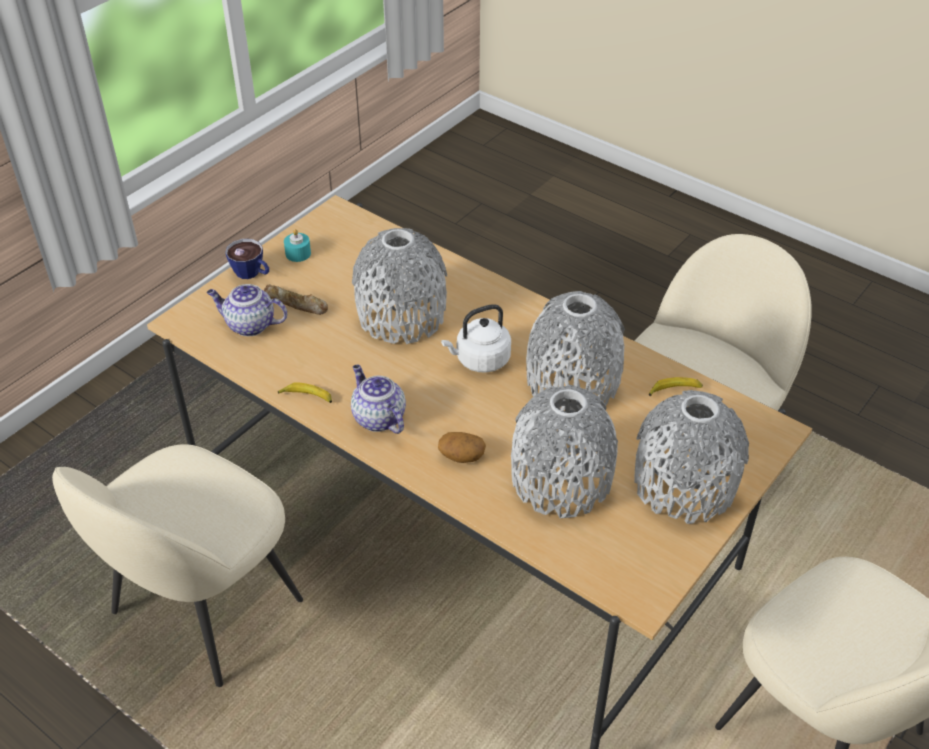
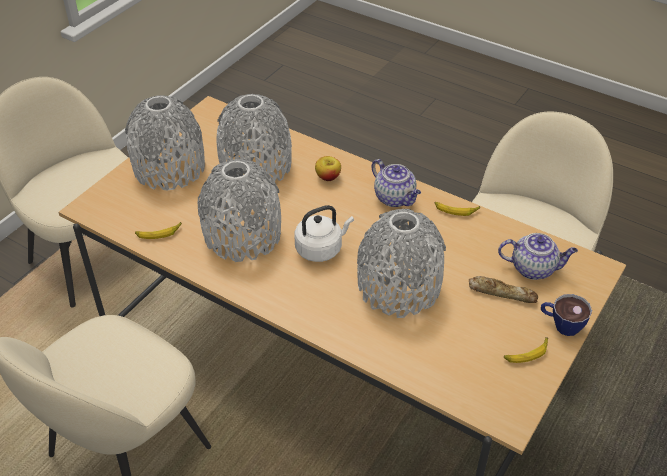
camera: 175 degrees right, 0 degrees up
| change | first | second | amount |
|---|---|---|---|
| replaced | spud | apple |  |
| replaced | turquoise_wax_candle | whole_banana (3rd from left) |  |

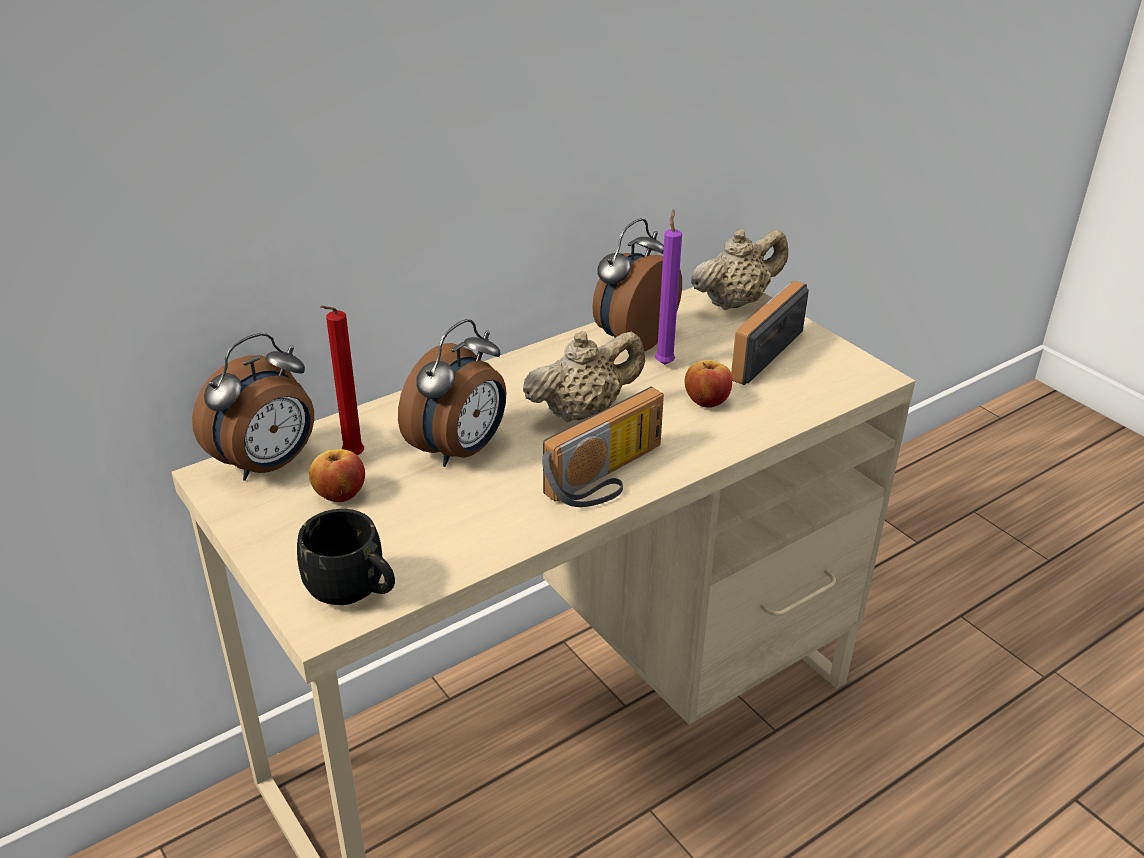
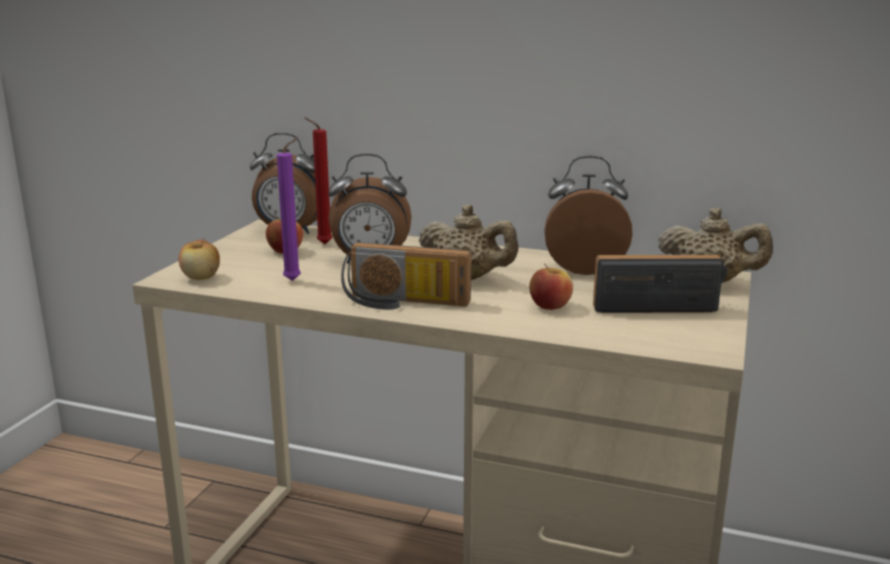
camera: 55 degrees right, 15 degrees down
| change | first | second | amount |
|---|---|---|---|
| replaced | black_coffee_mug | apple (1st from left) |  |
| moved | purple-coloured_wax_candle |  |  |

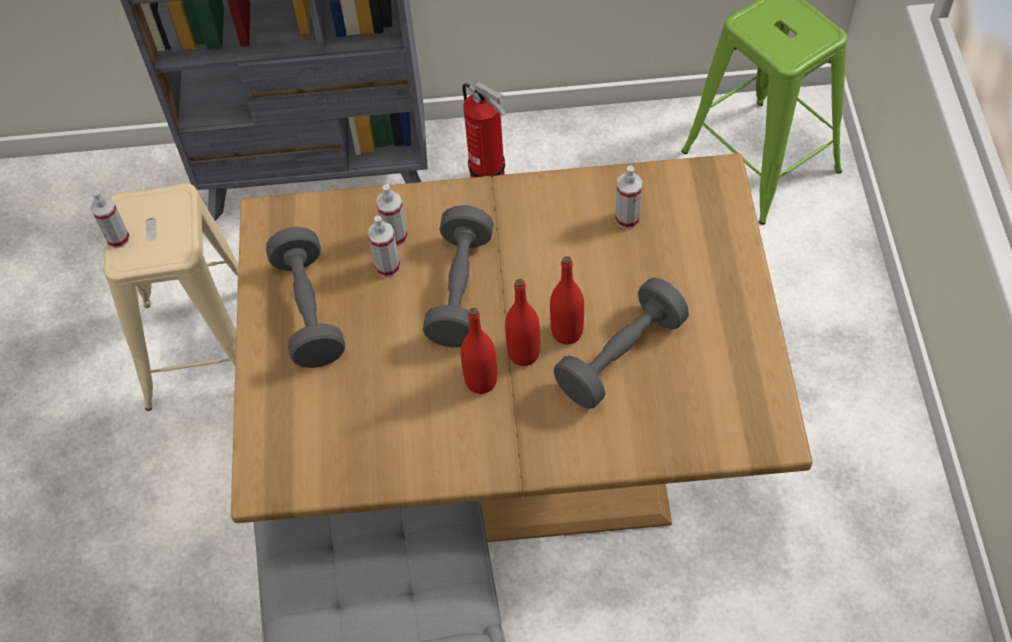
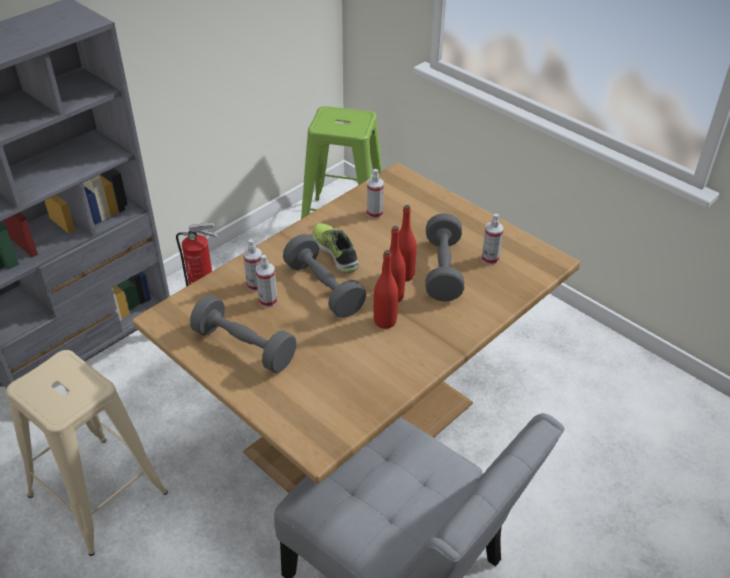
camera: 45 degrees left, 15 degrees down
| change | first | second | amount |
|---|---|---|---|
| added |  | low_shoe |  |
| moved | sprayer (1st from left in the first image) | sprayer (4th from left) |  |

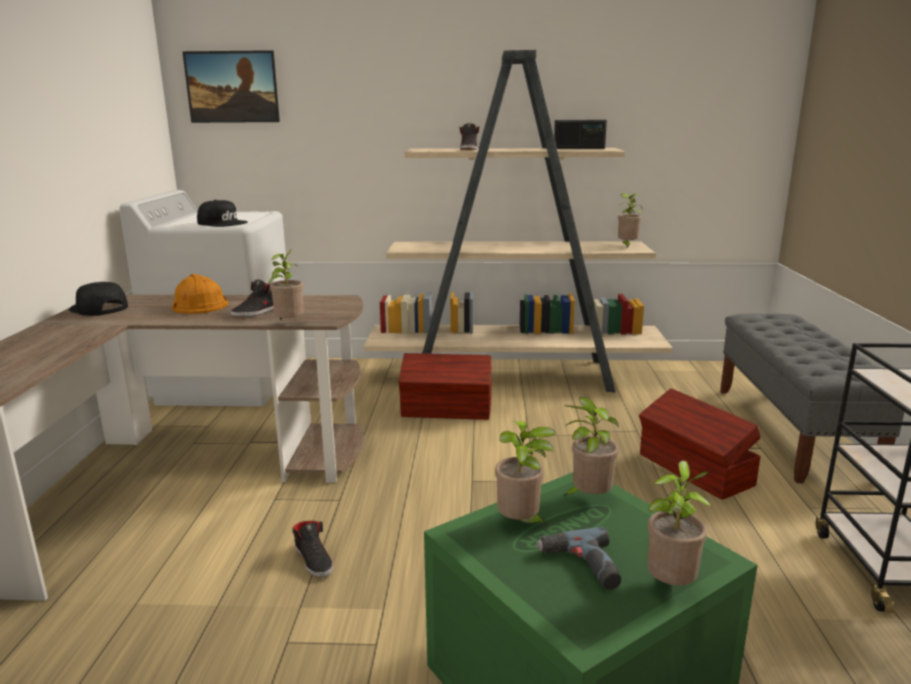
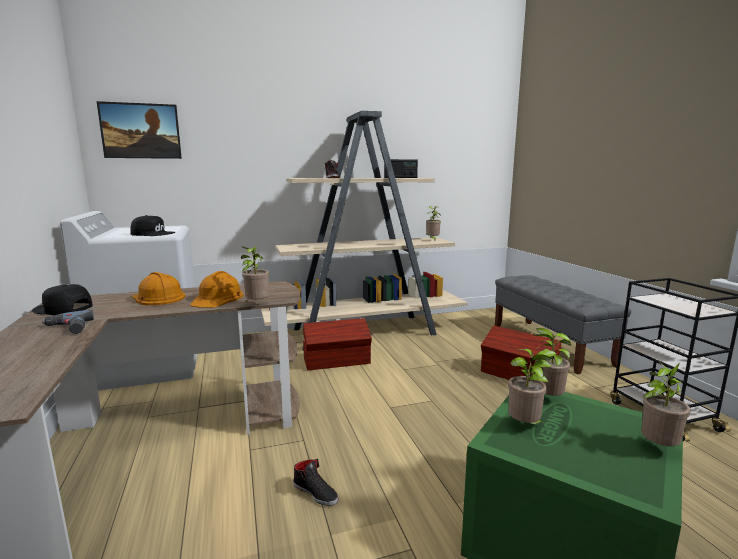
camera: 20 degrees left, 5 degrees down
| change | first | second | amount |
|---|---|---|---|
| moved | drill |  |  |
| replaced | black_low_shoe (1st from left) | orange-coloured_safety_helmet (2nd from left) |  |

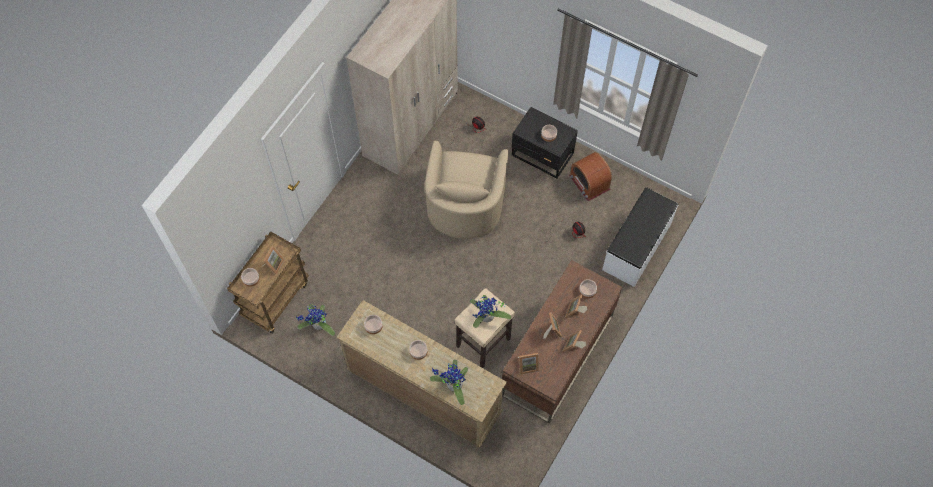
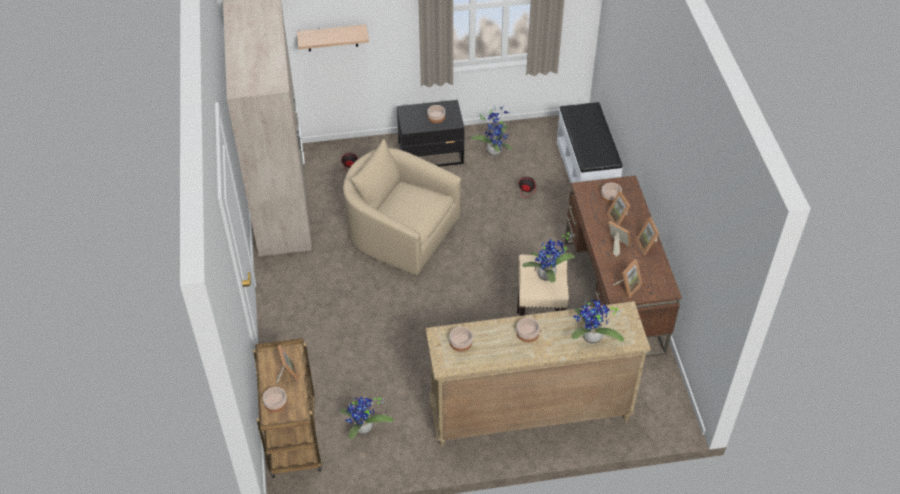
camera: 40 degrees left, 15 degrees down
| change | first | second | amount |
|---|---|---|---|
| added |  | shelf |  |
| turned | beige-coloured_lounge_chair |  | 150 degrees clockwise |
| replaced | radio | plant_in_a_pot (2nd from left) |  |

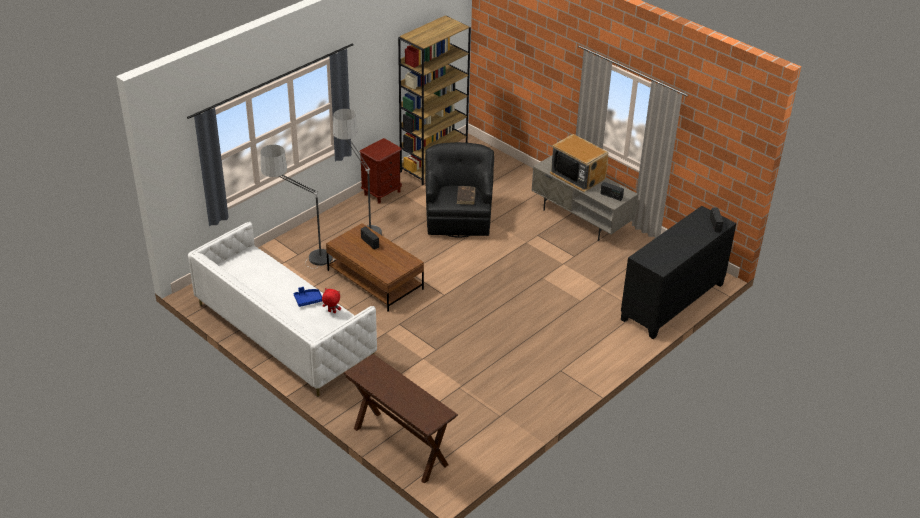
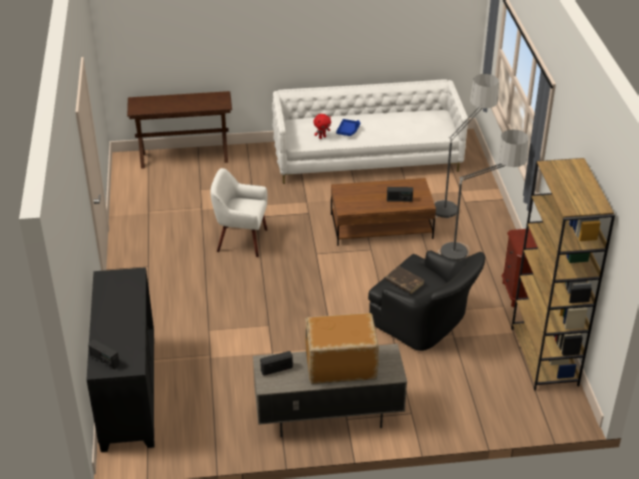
camera: 130 degrees right, 0 degrees up
| change | first | second | amount |
|---|---|---|---|
| added |  | white_lounge_chair |  |

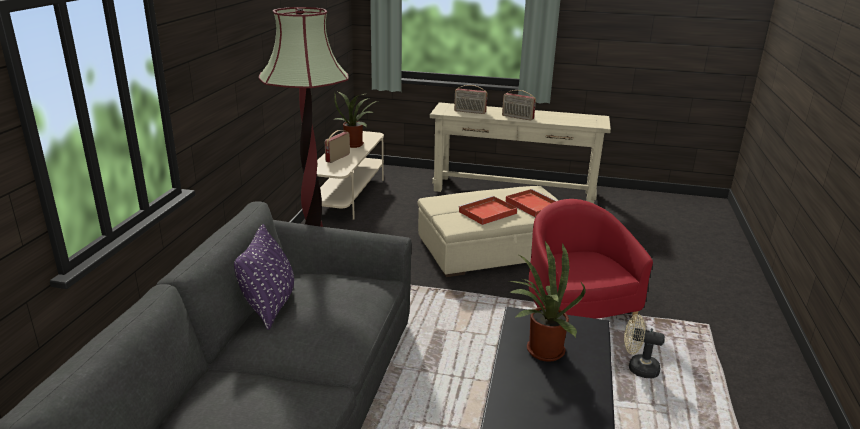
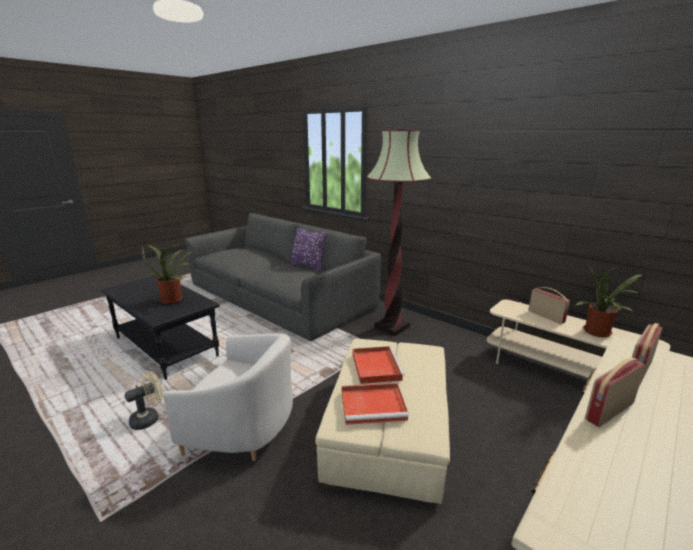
camera: 120 degrees right, 5 degrees down
| change | first | second | amount |
|---|---|---|---|
| recoloured | red_lounge_chair | white_lounge_chair |  |

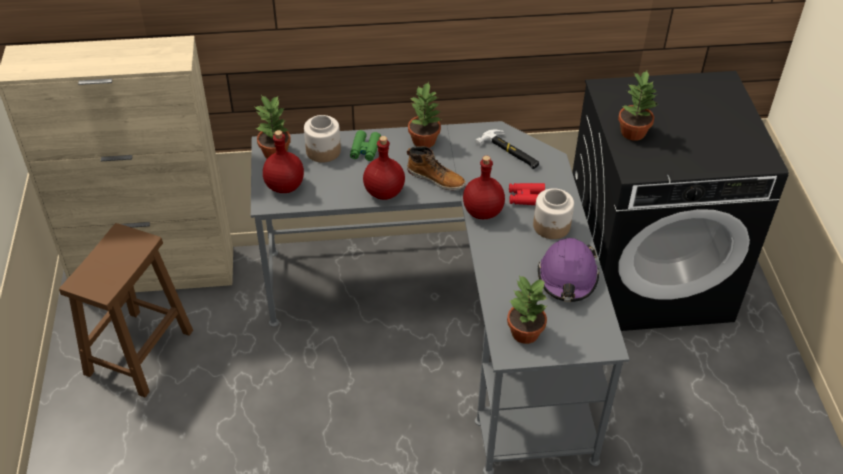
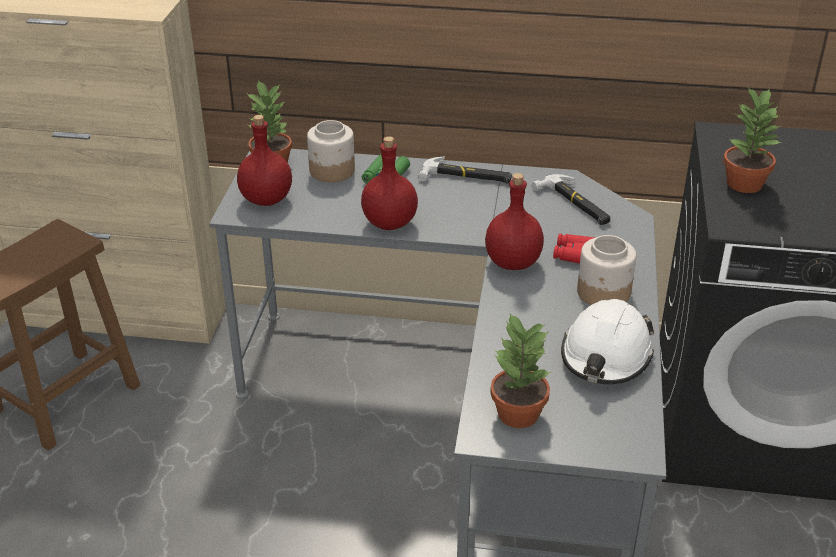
camera: 15 degrees right, 10 degrees down
| change | first | second | amount |
|---|---|---|---|
| replaced | plant_in_a_pot (2nd from left) | tool_hammer (1st from left) |  |
| recoloured | purple-coloured_safety_helmet | white_safety_helmet |  |
| removed | boot |  |  |

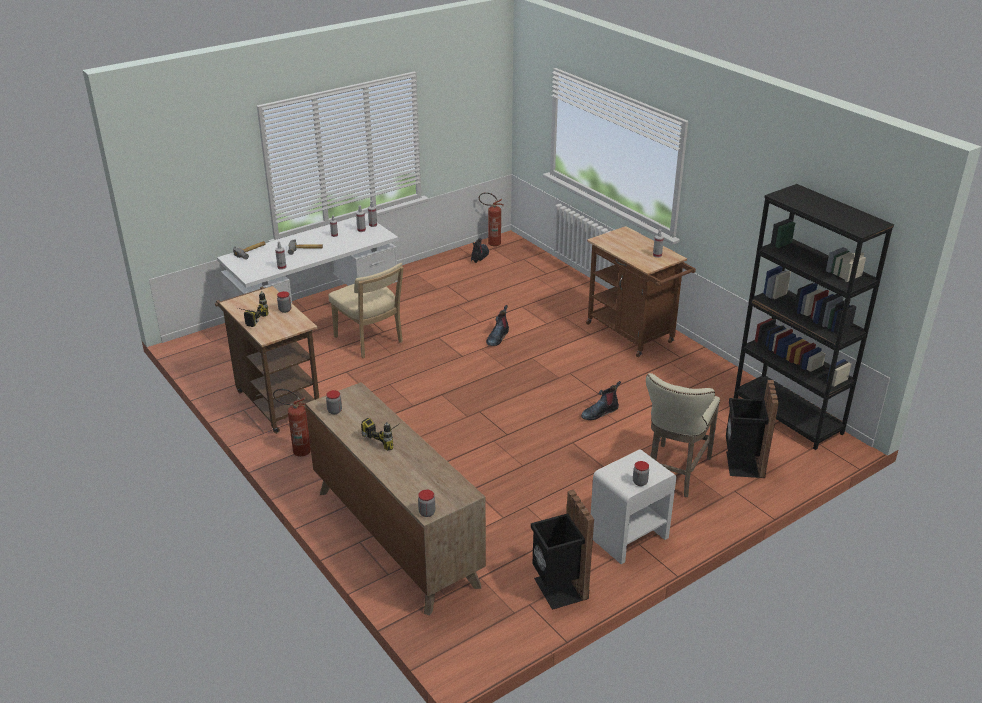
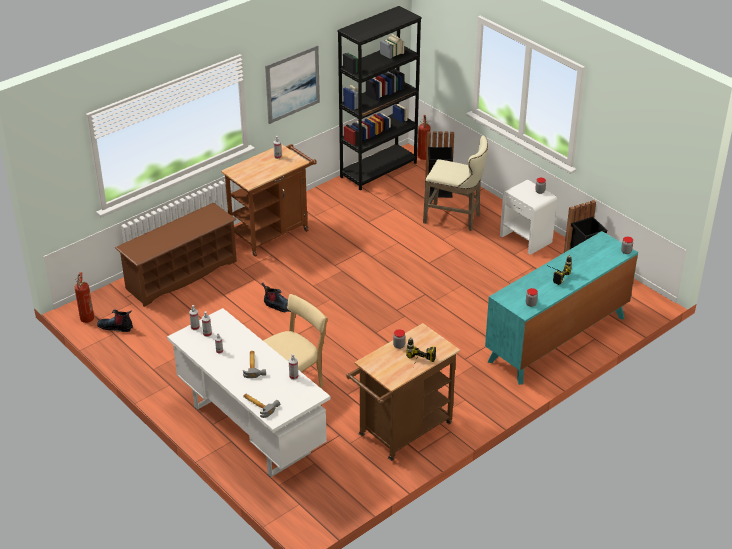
camera: 95 degrees left, 5 degrees up
| change | first | second | amount |
|---|---|---|---|
| added |  | brown-coloured_shoe_rack |  |
| added |  | picture |  |
| moved | fire_extinguisher (1st from left in the first image) | fire_extinguisher (2nd from left) |  |
| recoloured | brown-coloured_drawer_chest | turquoise_drawer_chest |  |
| removed | boot (3rd from left) |  |  |

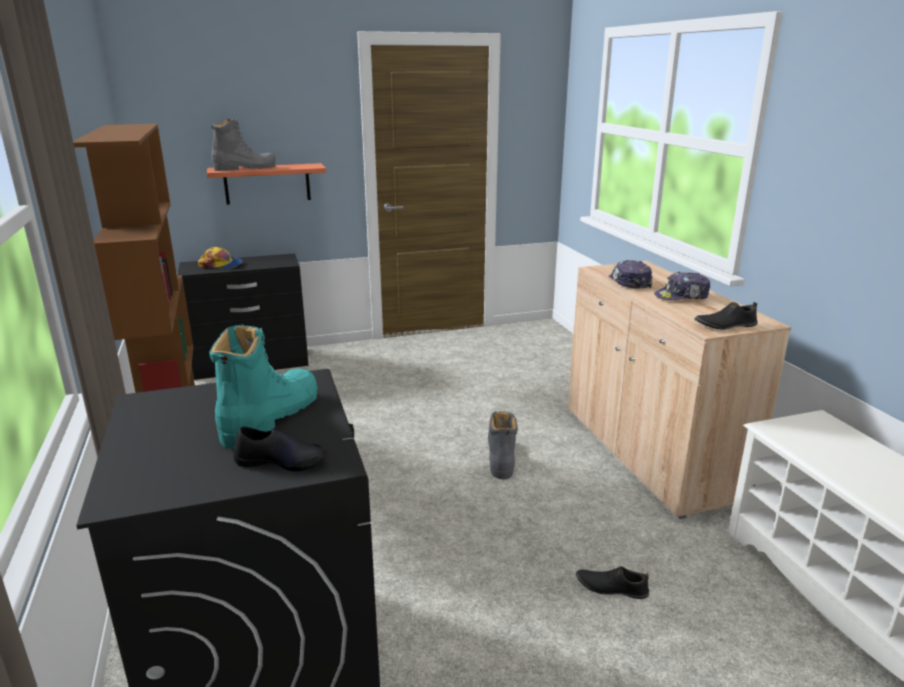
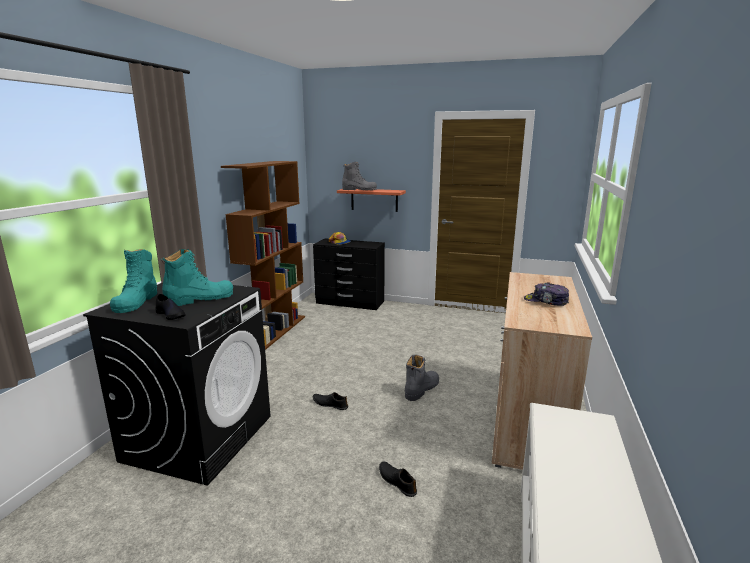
camera: 35 degrees right, 5 degrees down
| change | first | second | amount |
|---|---|---|---|
| added |  | turquoise_boot (1st from left) |  |
| moved | black_low_shoe (3rd from left in the first image) | black_low_shoe (2nd from left) |  |
| removed | baseball_cap (2nd from left) |  |  |

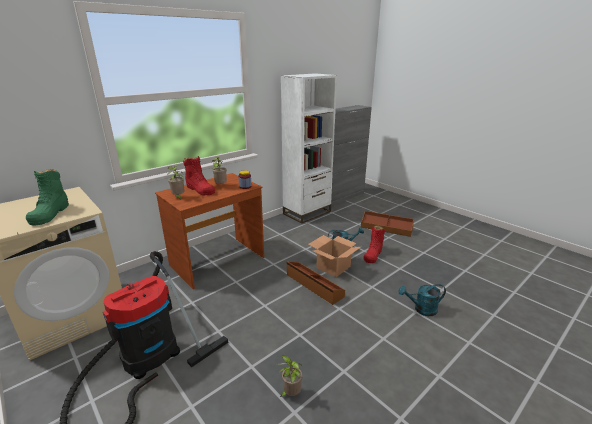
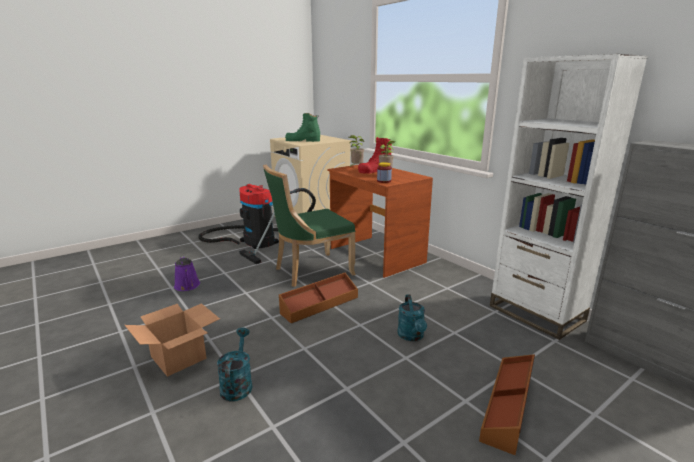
camera: 95 degrees right, 5 degrees down
| change | first | second | amount |
|---|---|---|---|
| moved | packing_box |  |  |
| replaced | plant_in_a_pot (3rd from left) | purple-coloured_watering_pot |  |
| added |  | greenish_upright_chair |  |
| removed | red_boot (2nd from left) |  |  |

